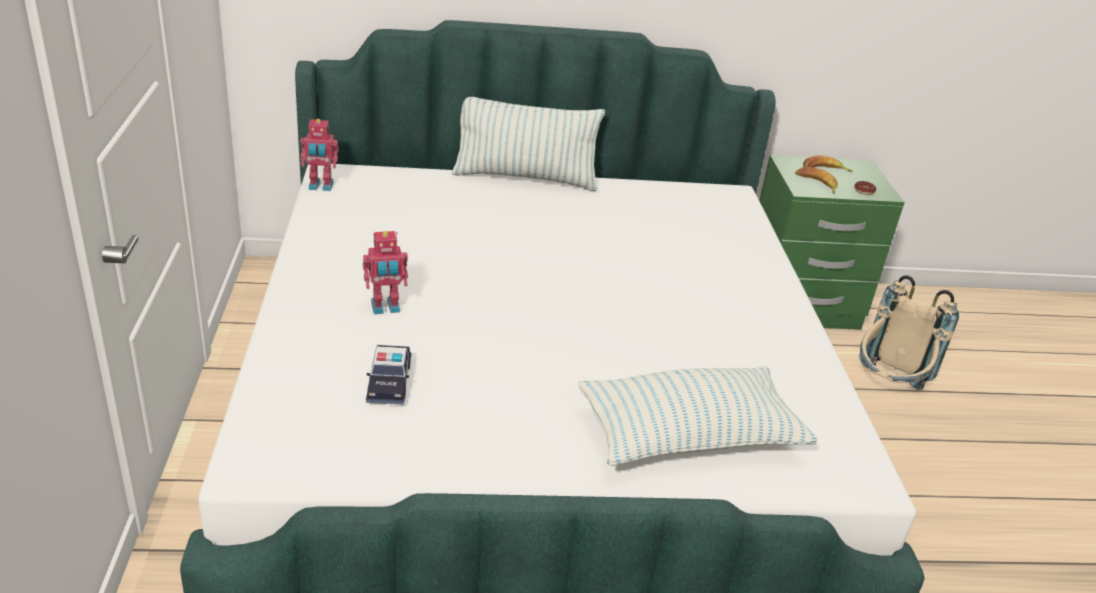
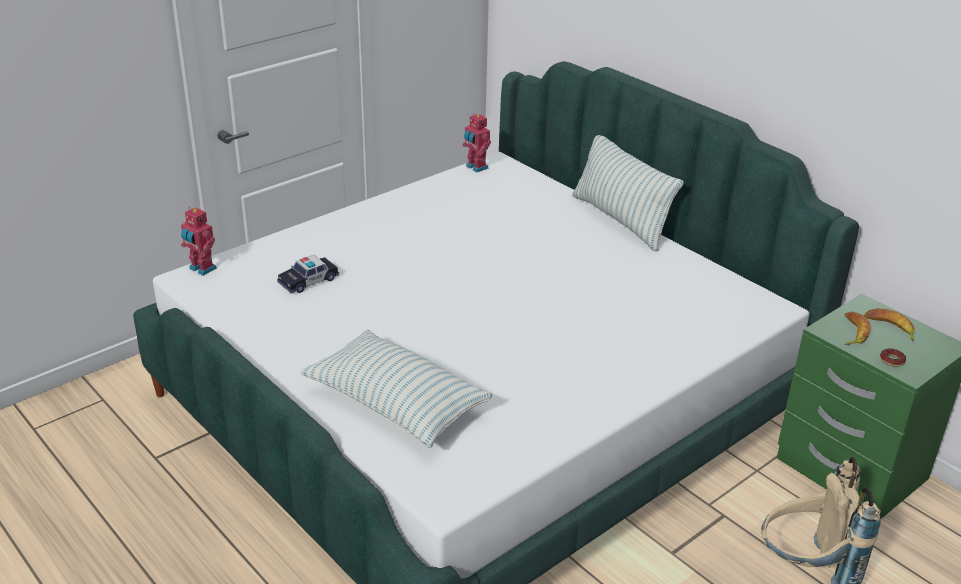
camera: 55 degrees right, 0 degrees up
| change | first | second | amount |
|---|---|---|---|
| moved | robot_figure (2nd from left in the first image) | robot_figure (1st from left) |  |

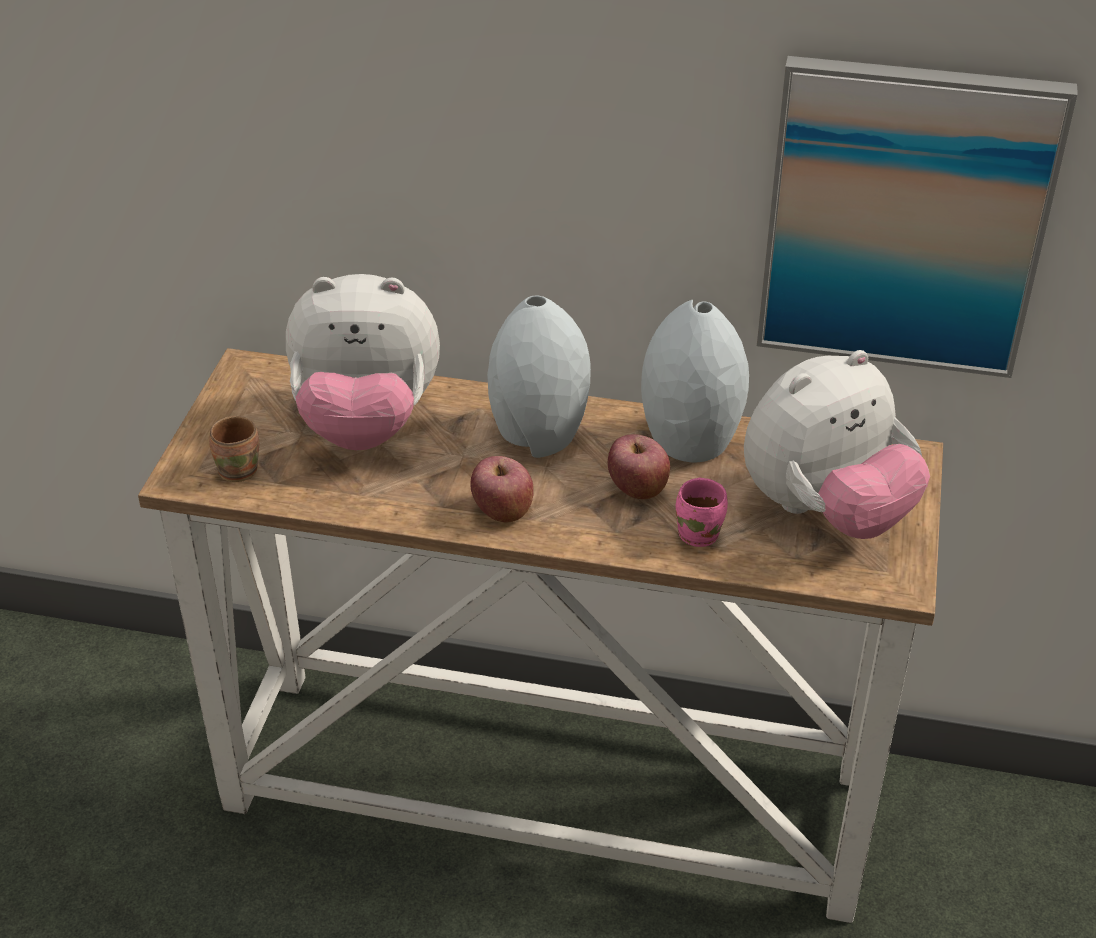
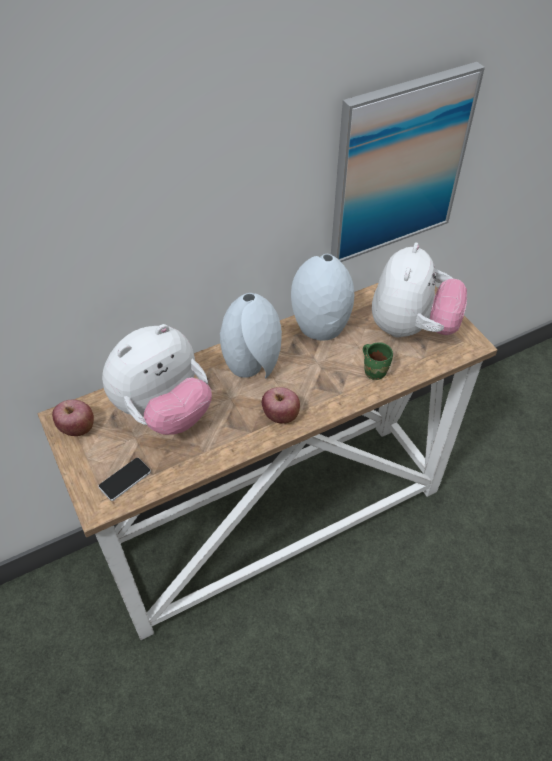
camera: 40 degrees left, 10 degrees up
| change | first | second | amount |
|---|---|---|---|
| moved | apple (2nd from left in the first image) | apple (1st from left) |  |
| replaced | brown-coloured_coffee_mug | phone |  |
| recoloured | pink-coloured_coffee_mug | greenish_coffee_mug |  |

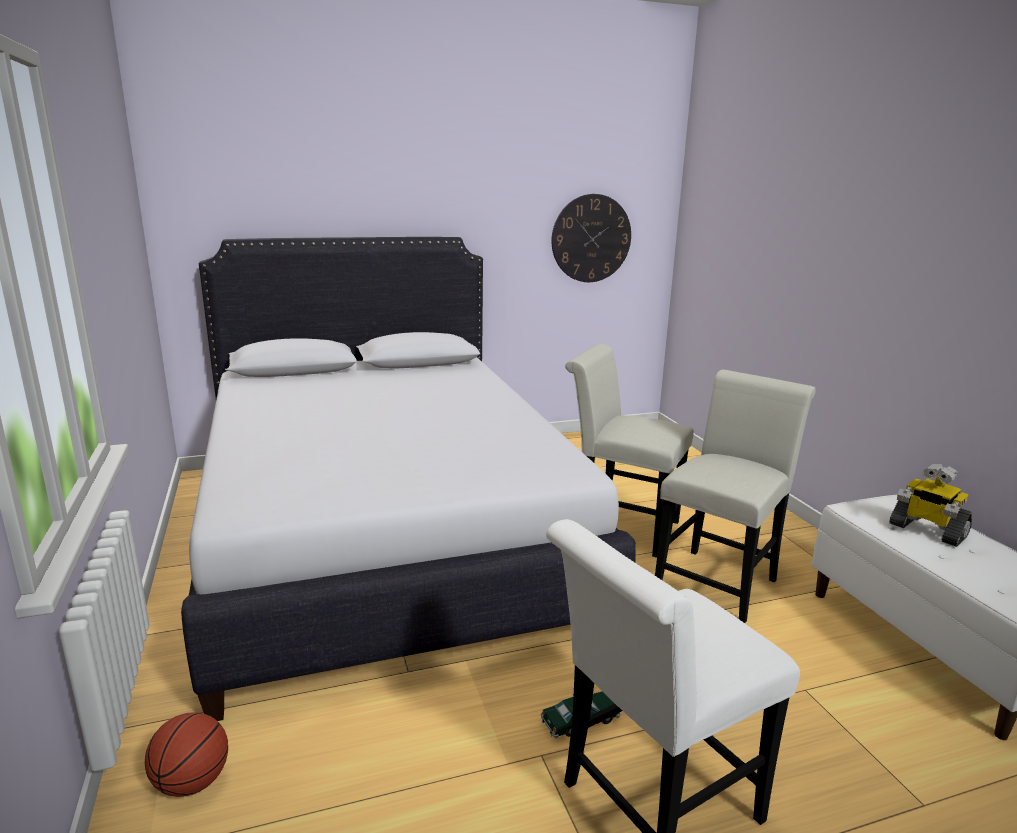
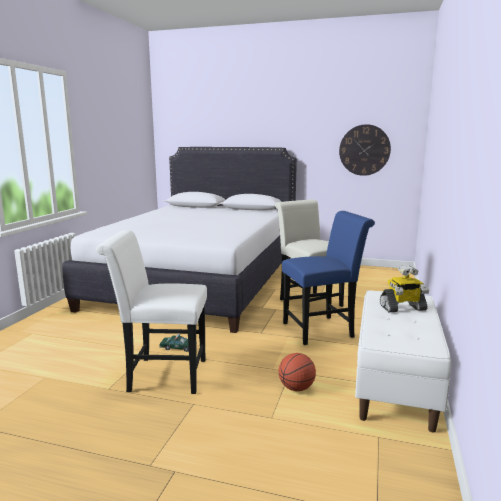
camera: 35 degrees right, 5 degrees down
| change | first | second | amount |
|---|---|---|---|
| moved | ball_for_basketball |  |  |
| recoloured | white_upright_chair (3rd from left) | blue_upright_chair |  |
| turned | robot_figure |  | 90 degrees counterclockwise |

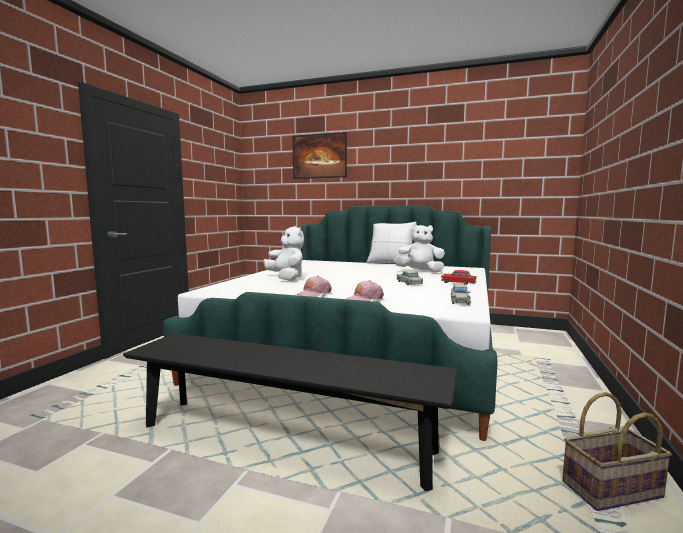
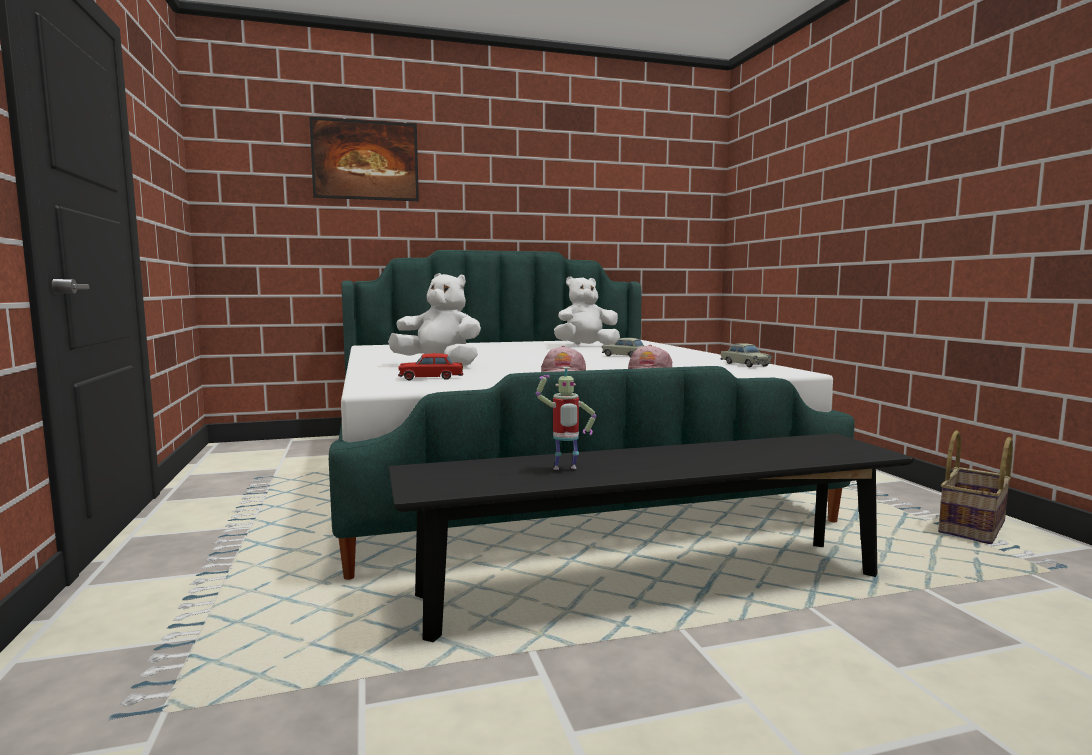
camera: 35 degrees left, 0 degrees up
| change | first | second | amount |
|---|---|---|---|
| moved | red_toy_car |  |  |
| added |  | robot_figure |  |
| removed | white_pillow |  |  |

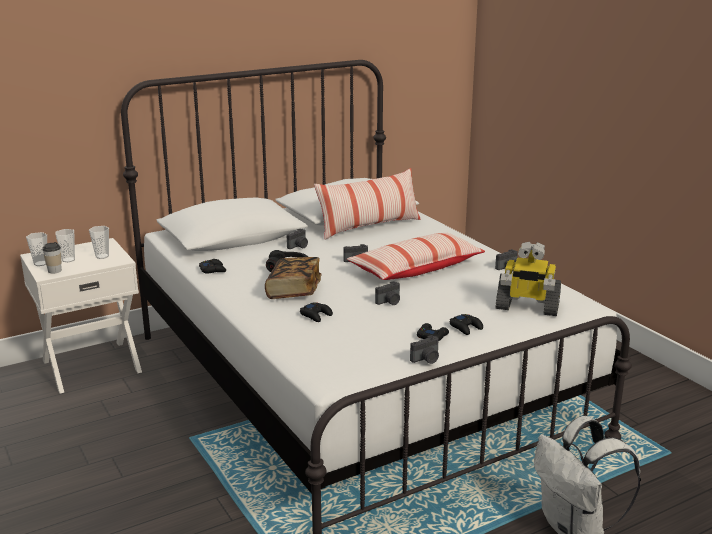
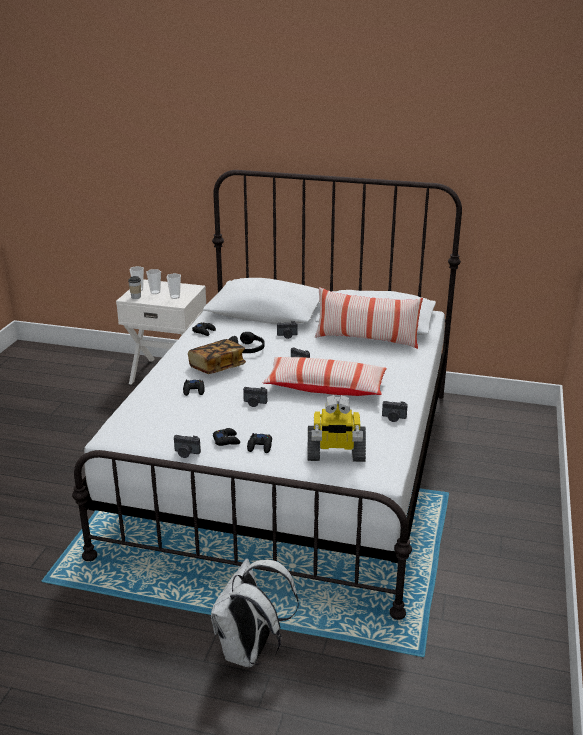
camera: 45 degrees right, 5 degrees up
| change | first | second | amount |
|---|---|---|---|
| turned | robot_figure |  | 60 degrees counterclockwise |

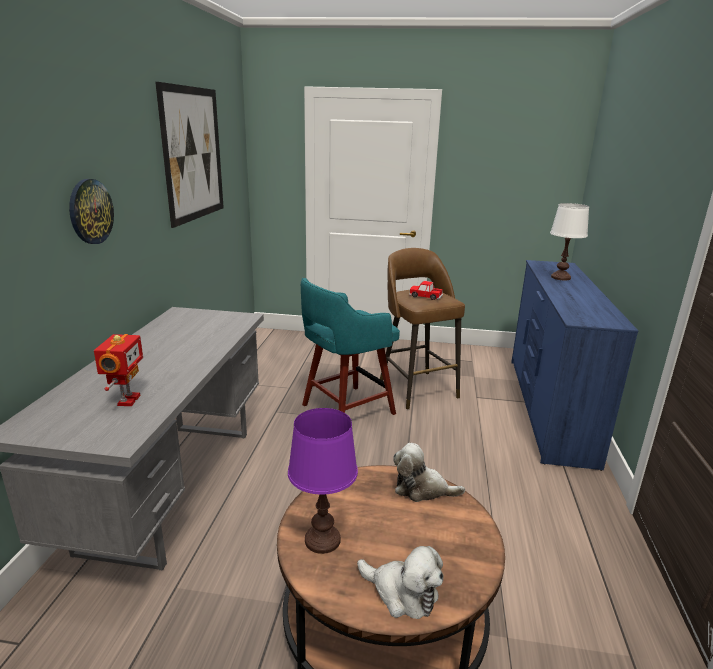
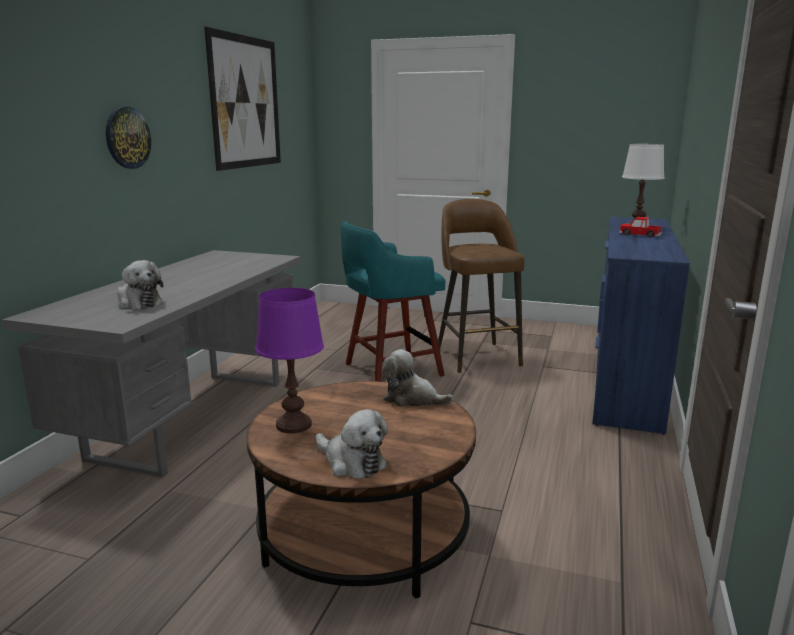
camera: 10 degrees right, 5 degrees down
| change | first | second | amount |
|---|---|---|---|
| replaced | robot_figure | plush_toy (1st from left) |  |
| moved | toy_car |  |  |

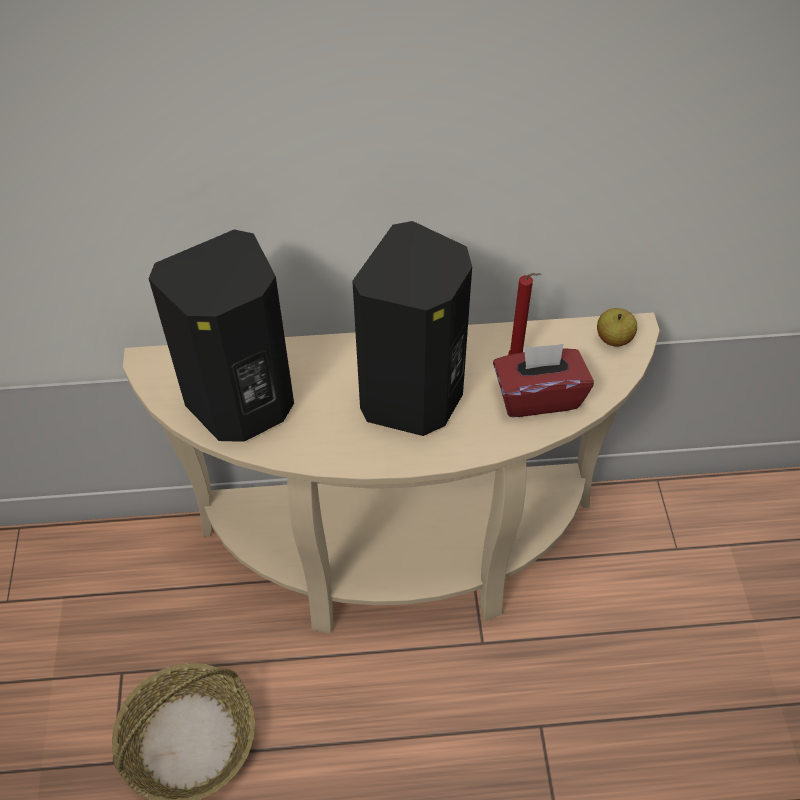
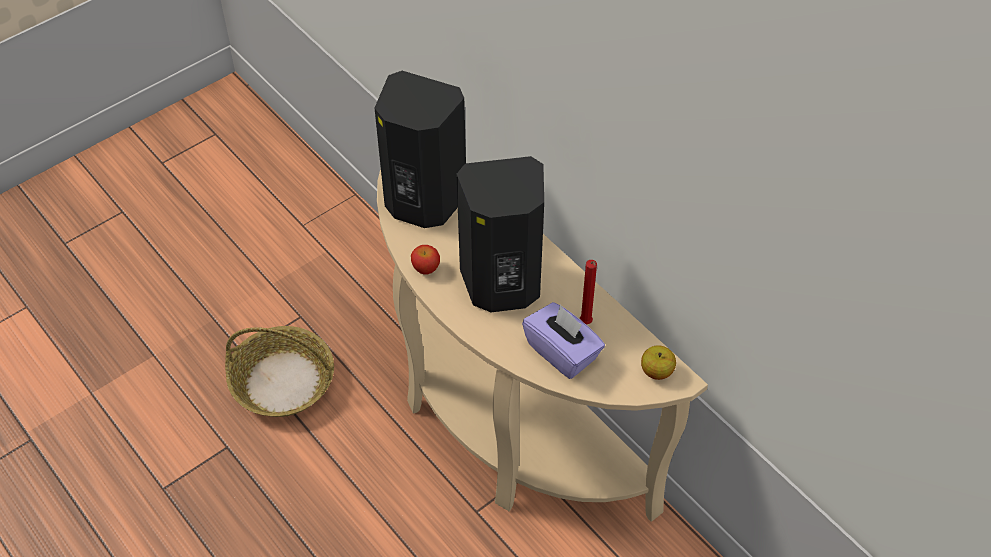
camera: 55 degrees right, 0 degrees up
| change | first | second | amount |
|---|---|---|---|
| added |  | apple (1st from left) |  |
| recoloured | red_box_of_tissues | purple-coloured_box_of_tissues |  |

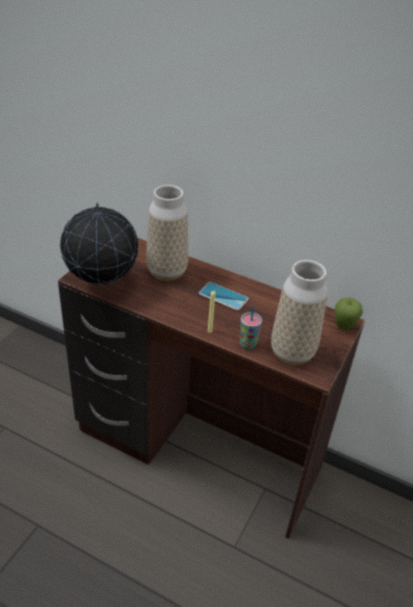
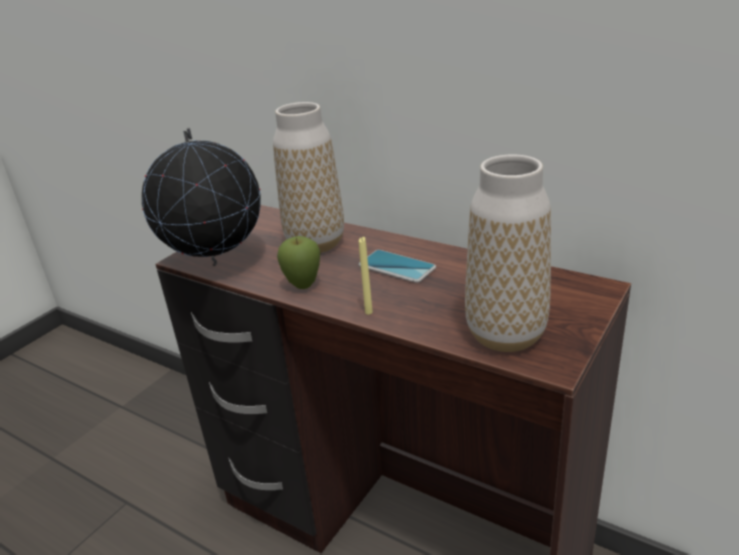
camera: 10 degrees right, 10 degrees down
| change | first | second | amount |
|---|---|---|---|
| moved | apple |  |  |
| removed | cup |  |  |

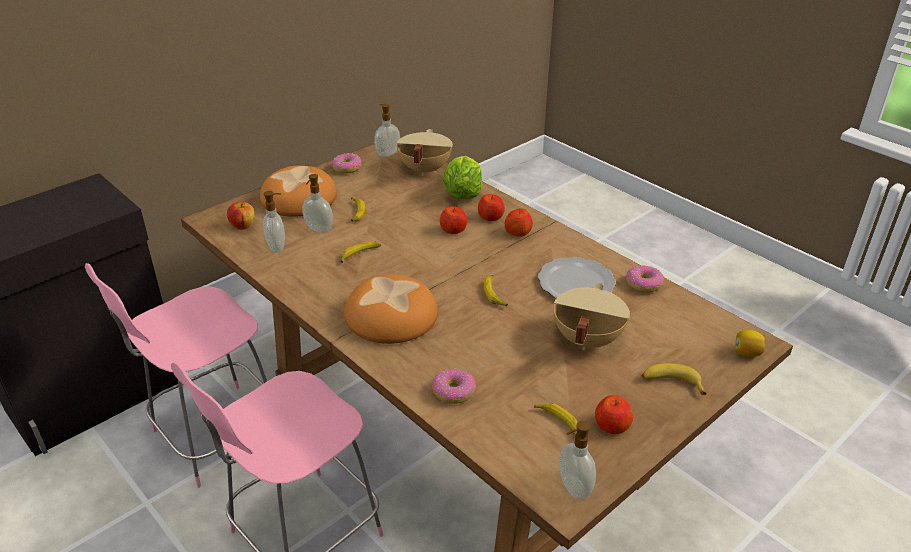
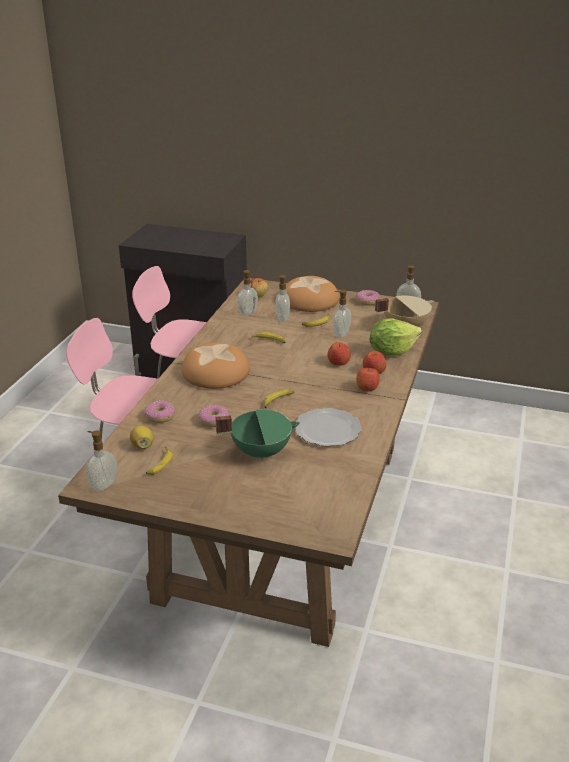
camera: 60 degrees right, 5 degrees down
| change | first | second | amount |
|---|---|---|---|
| moved | whole_lemon |  |  |
| moved | ring_doughnut (3rd from left in the first image) | ring_doughnut (2nd from left) |  |
| recoloured | beige-coloured_stockpot (2nd from left) | greenish_stockpot |  |
| added |  | soap_dispenser (4th from left) |  |
| removed | apple (5th from left) |  |  |
| removed | whole_banana (5th from left) |  |  |

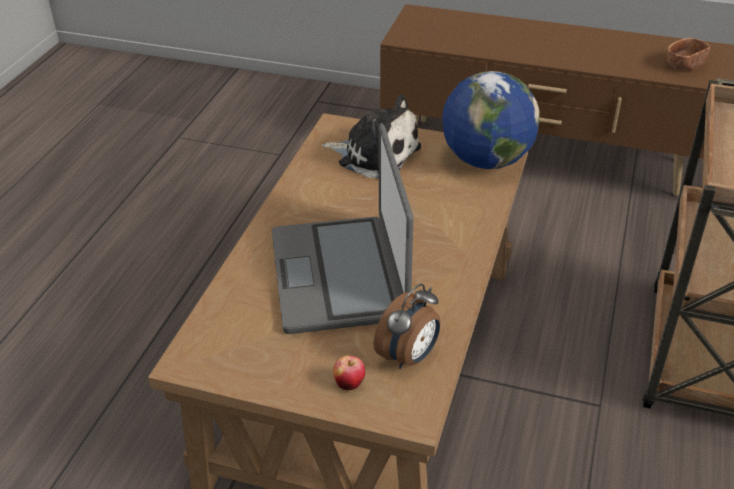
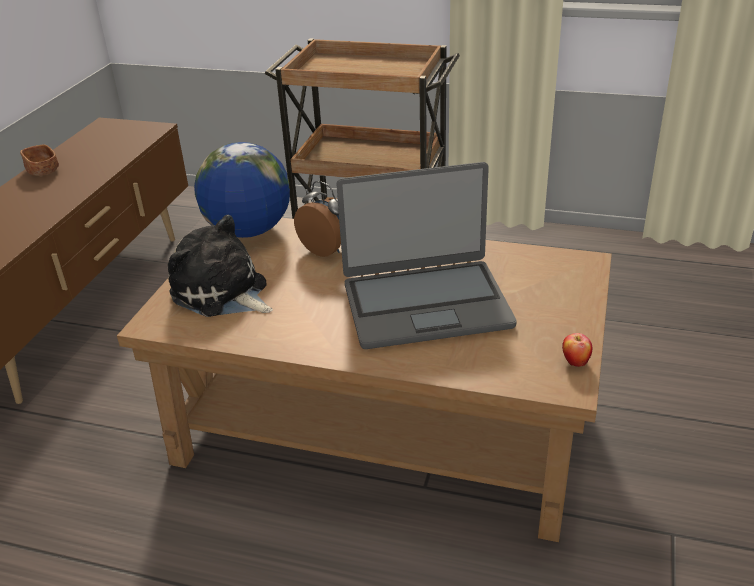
camera: 90 degrees left, 5 degrees down
| change | first | second | amount |
|---|---|---|---|
| moved | brown-coloured_deep_dish |  |  |
| turned | plush_toy |  | 75 degrees counterclockwise |
| moved | alarm_clock |  |  |
| moved | apple |  |  |

